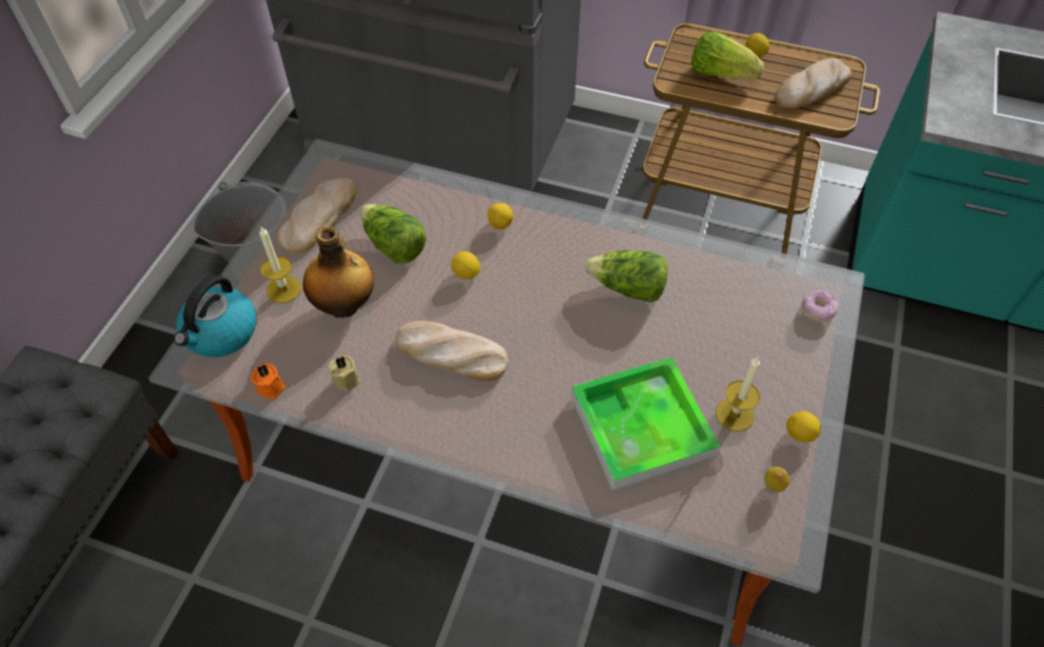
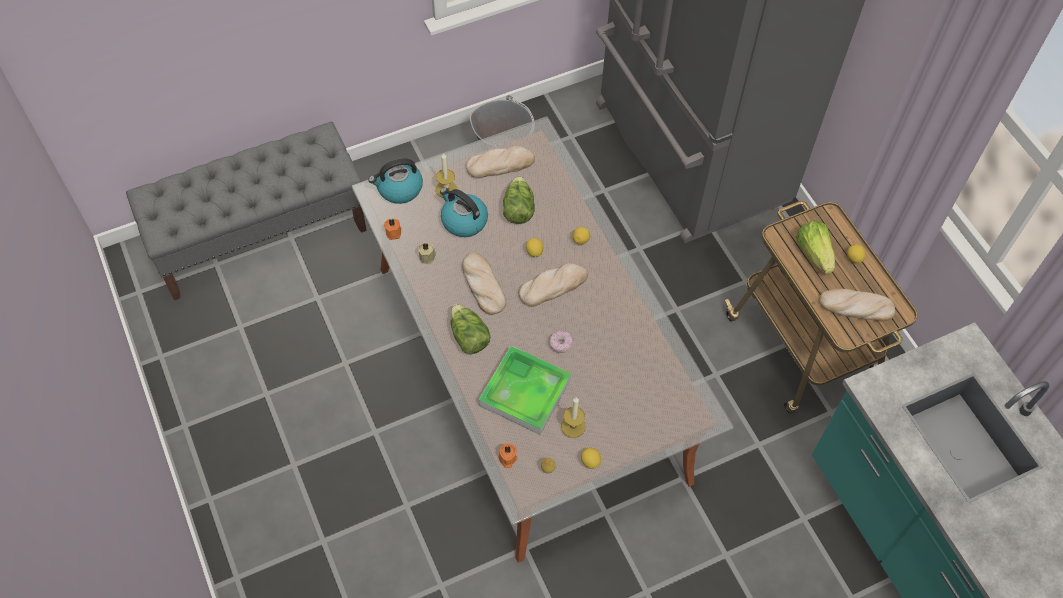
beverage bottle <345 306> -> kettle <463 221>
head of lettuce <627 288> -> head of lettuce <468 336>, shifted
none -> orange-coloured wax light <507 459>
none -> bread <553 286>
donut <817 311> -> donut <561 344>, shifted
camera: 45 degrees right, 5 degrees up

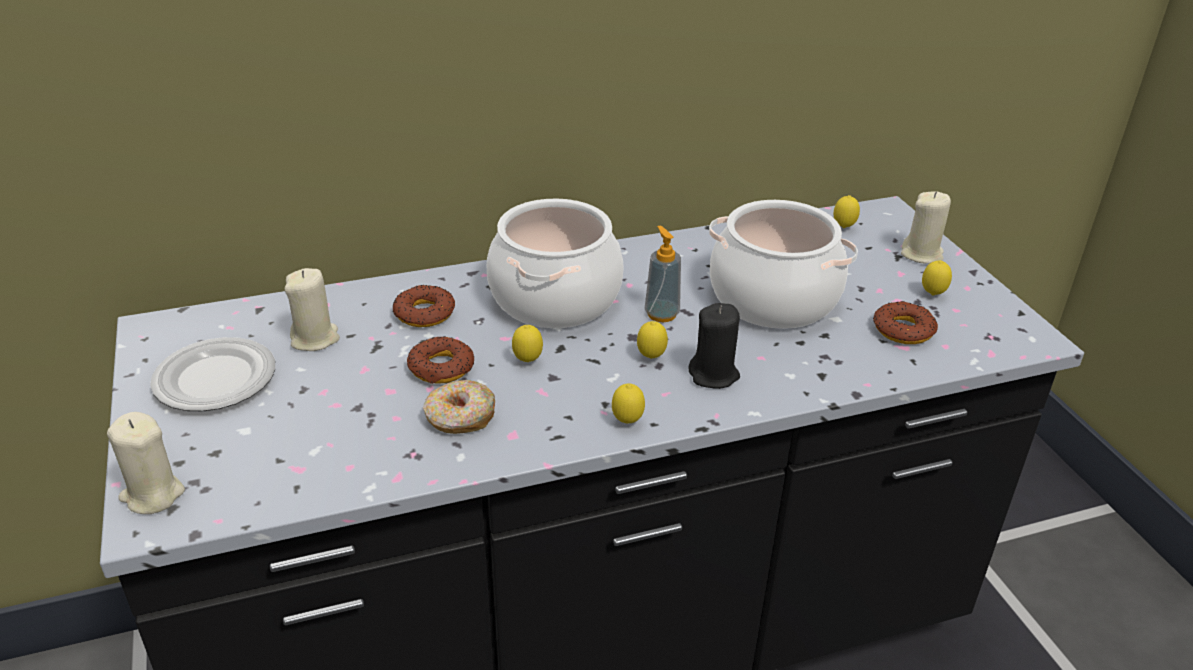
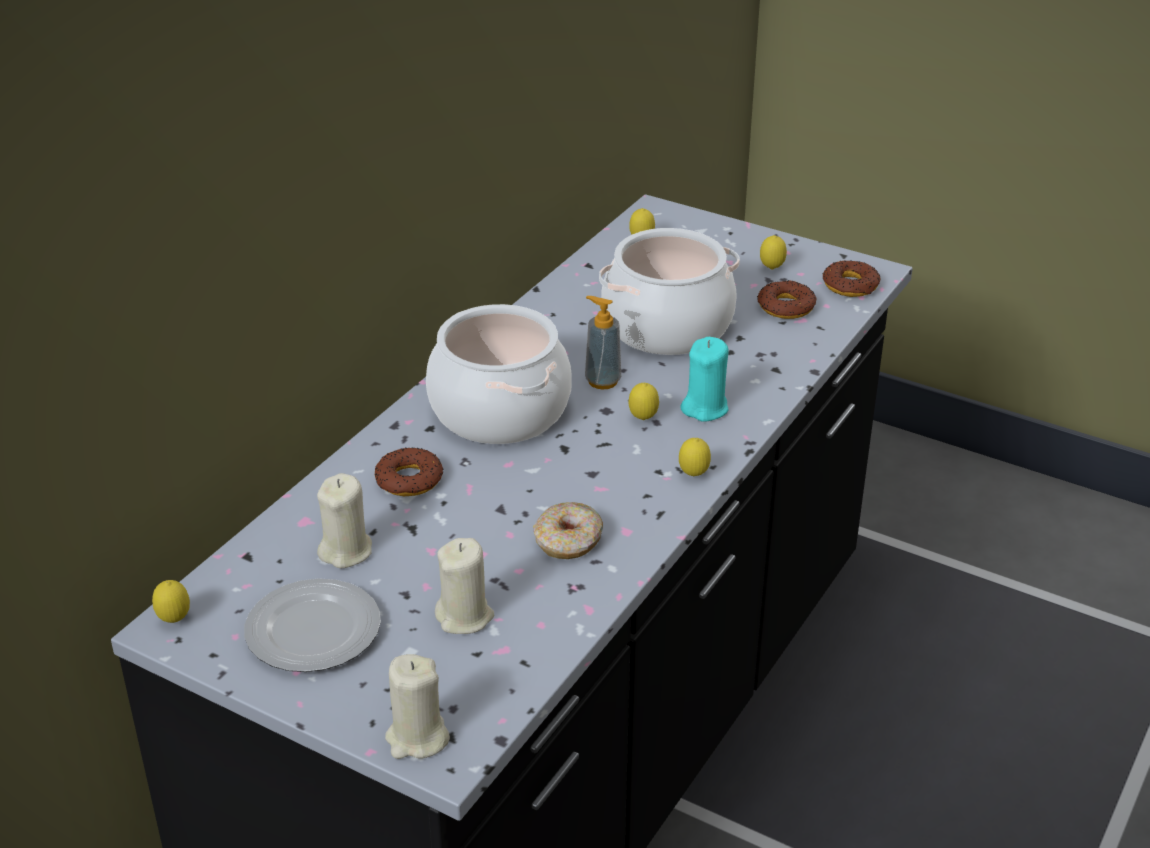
whole lemon <527 361> -> whole lemon <174 621>, shifted
sand-coloured wax light <922 254> -> sand-coloured wax light <465 616>, shifted
blackish wax light <714 375> -> turquoise wax light <705 408>
donut <441 367> -> donut <850 285>, shifted
camera: 40 degrees left, 0 degrees up

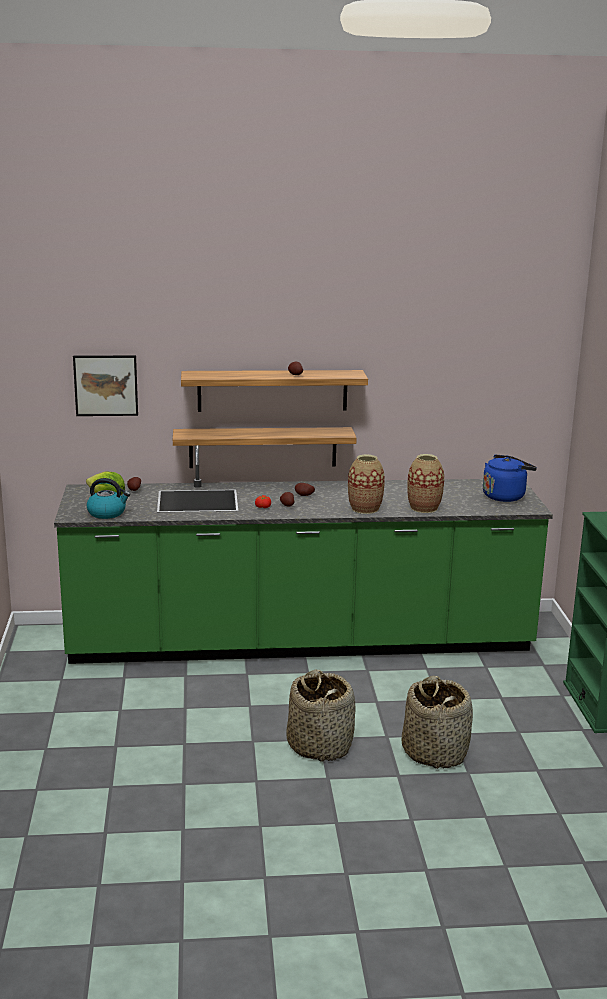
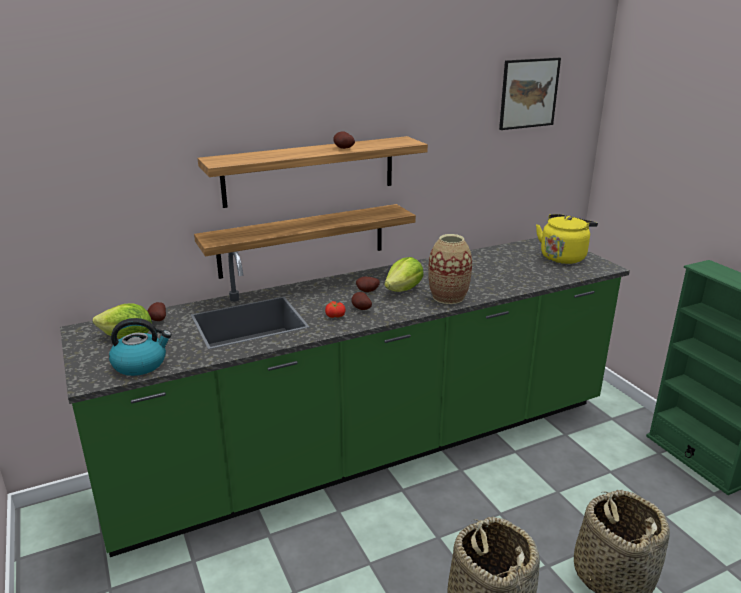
none -> head of lettuce <404 289>
picture <106 385> -> picture <529 93>, shifted
blue kettle <505 496> -> yellowish kettle <563 257>
flower vase <424 508> -> none
camera: 20 degrees left, 5 degrees up

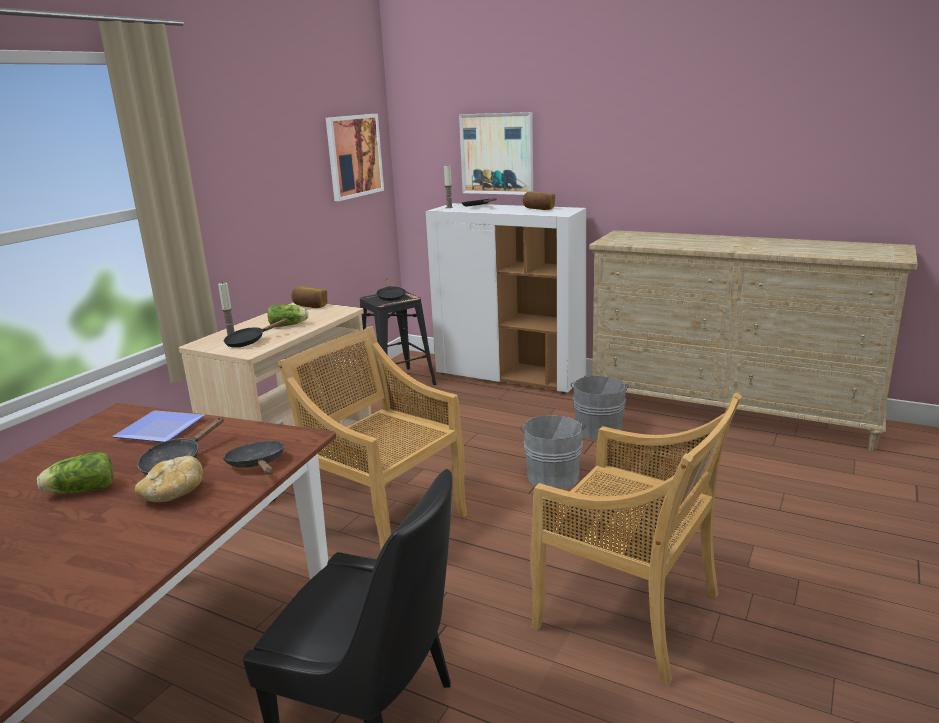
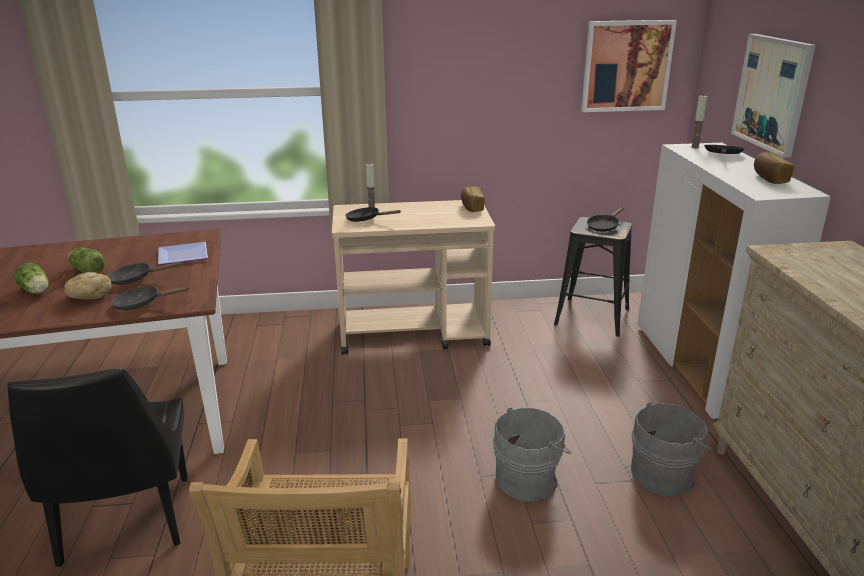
head of lettuce <289 325> -> head of lettuce <36 291>, shifted
blackish frying pan <257 464> -> blackish frying pan <142 304>, 120 degrees counterclockwise
sand-coloured upright chair <385 522> -> none
camera: 55 degrees right, 5 degrees up

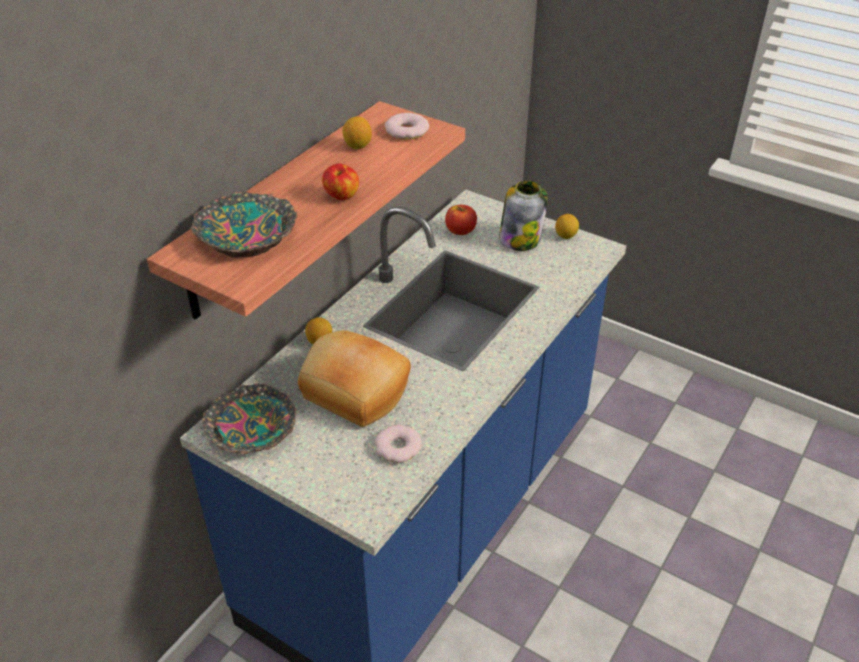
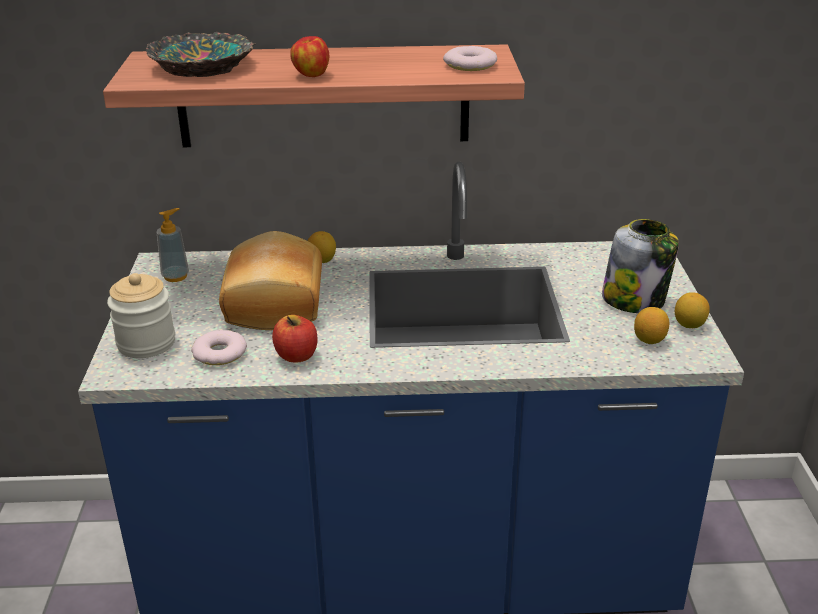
none -> storage jar <146 343>
deep dish <251 429> -> soap dispenser <175 276>
apple <460 230> -> apple <296 355>, shifted
whole lemon <357 146> -> whole lemon <649 340>, shifted
camera: 55 degrees right, 10 degrees down

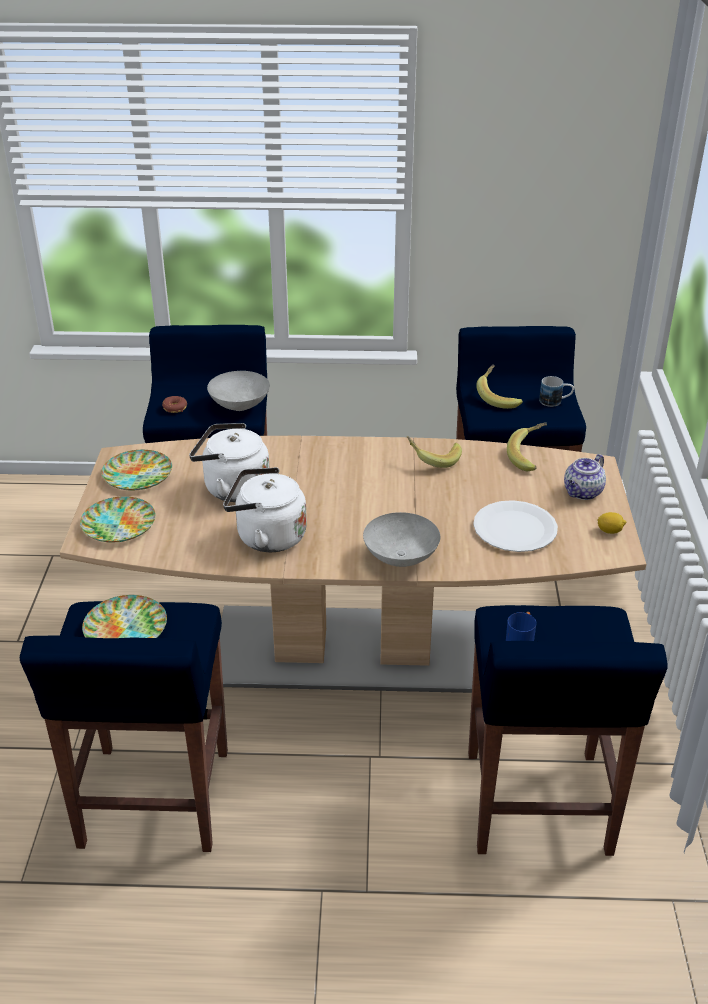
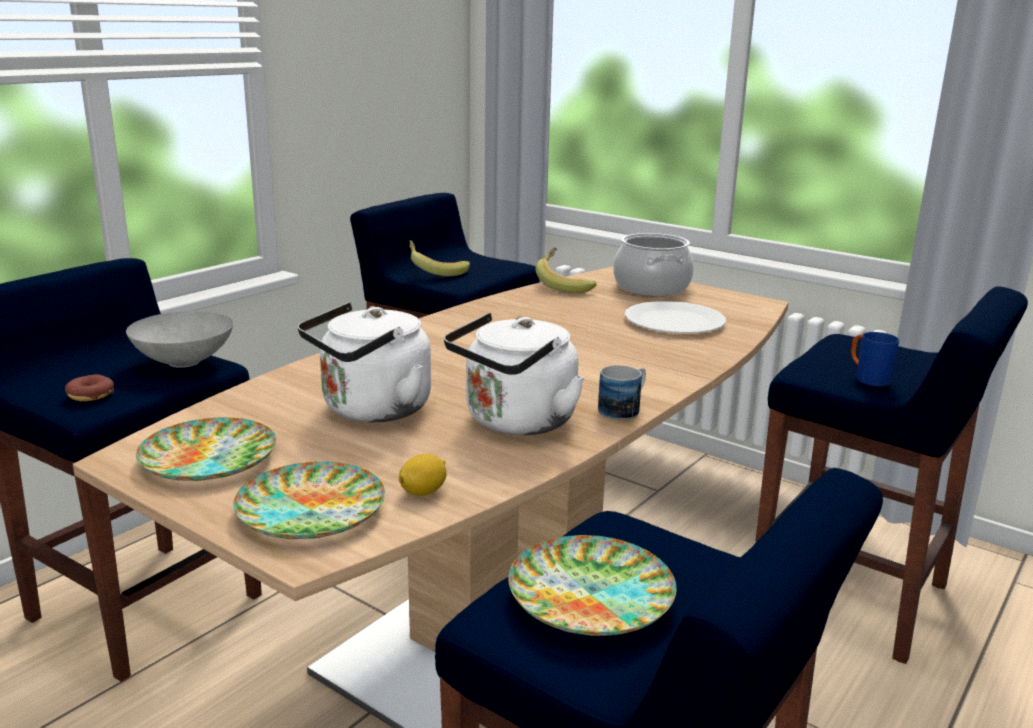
whole lemon <610 531> -> whole lemon <423 492>, shifted
tea mug <555 401> -> tea mug <624 409>, shifted
tea pot <582 493> -> cooking pot <652 288>
gray deep dish <402 558> -> none
banana fruit <433 459> -> none
camera: 55 degrees left, 15 degrees down

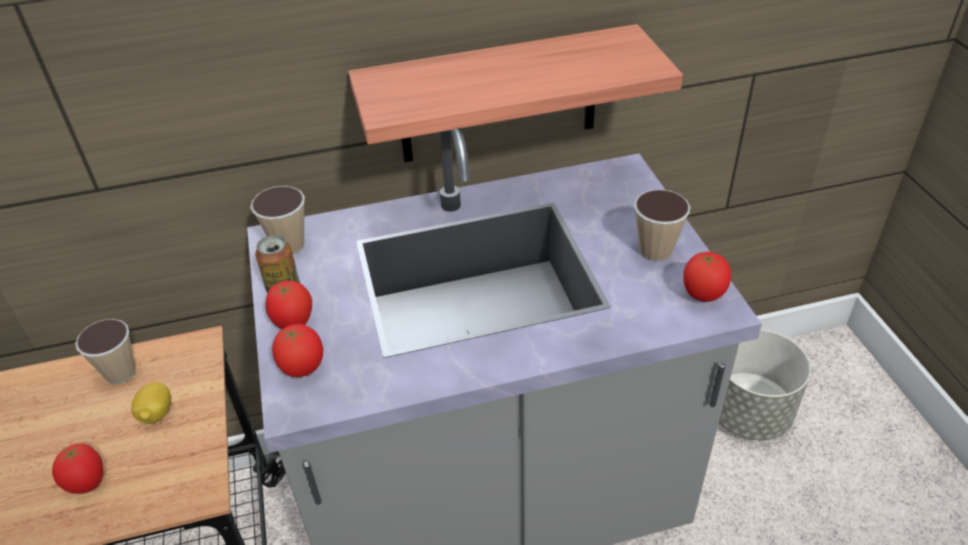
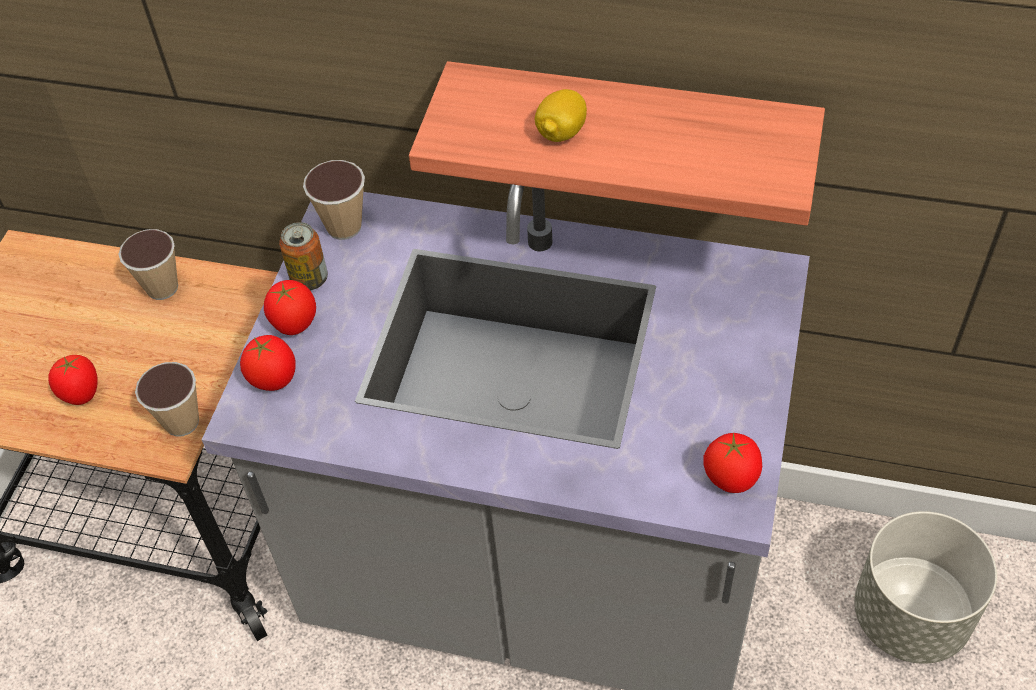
small cup <655 251> -> small cup <182 422>, shifted
whole lemon <157 414> -> whole lemon <561 133>, shifted
camera: 30 degrees right, 10 degrees up

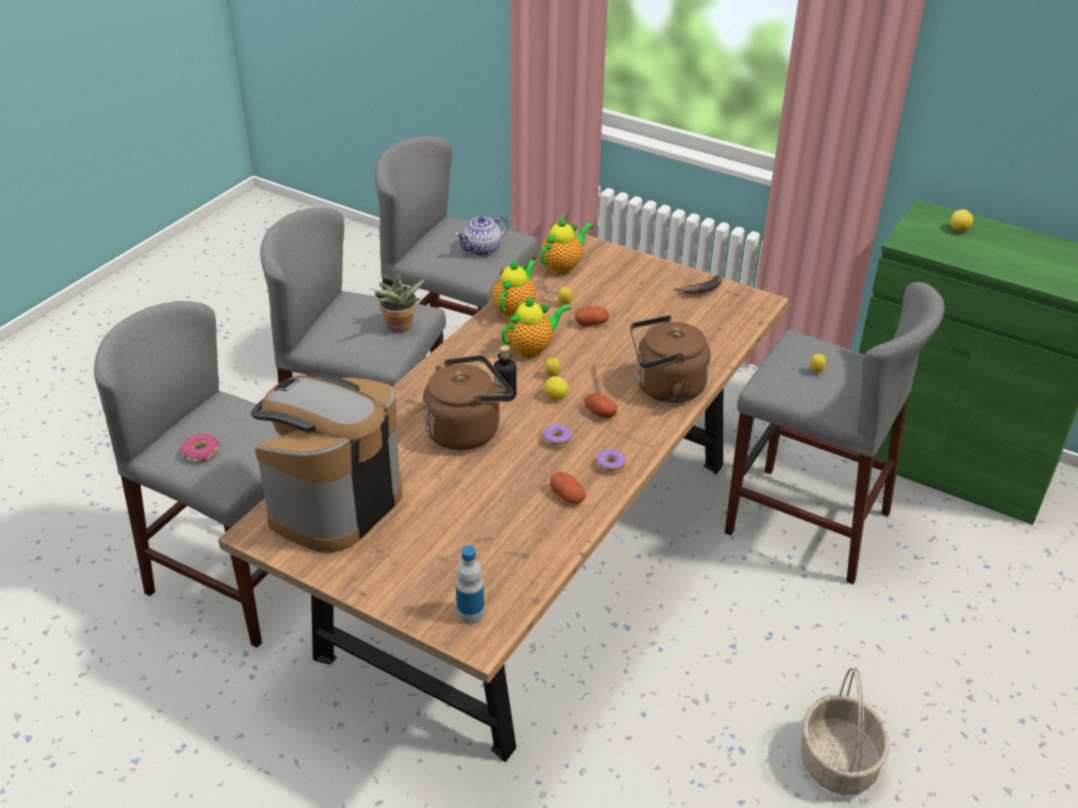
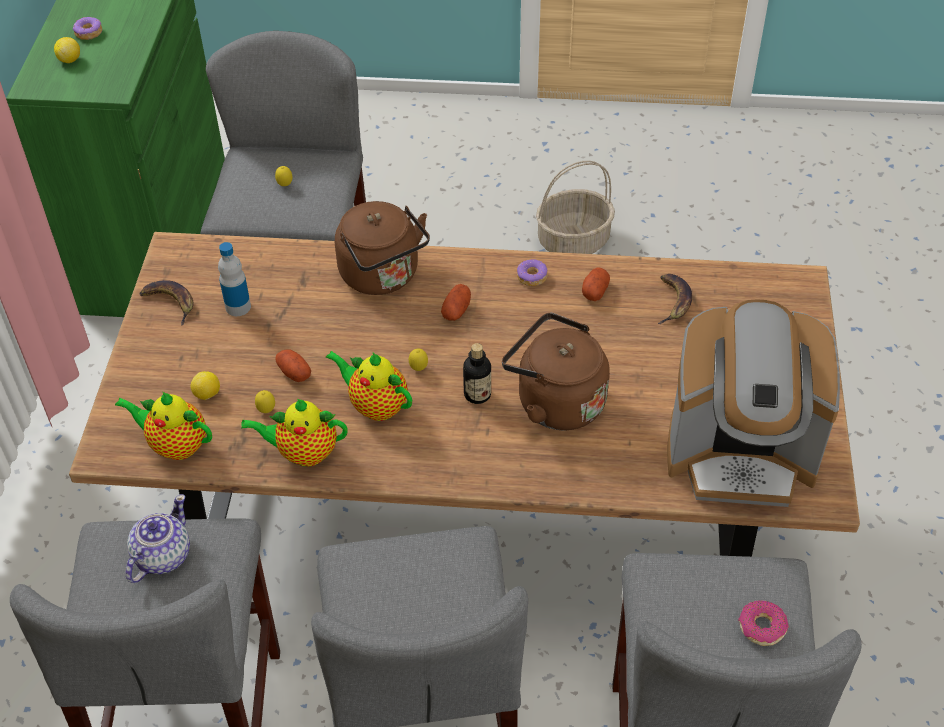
donut <557 440> -> donut <88 33>, shifted
tea pot <482 249> -> tea pot <161 556>, 90 degrees counterclockwise
whole lemon <555 397> -> whole lemon <207 395>, shifted
beverage bottle <470 613> -> beverage bottle <238 307>, shifted
none -> banana fruit <673 301>
houseplant <399 328> -> none
camera: 115 degrees left, 10 degrees up

